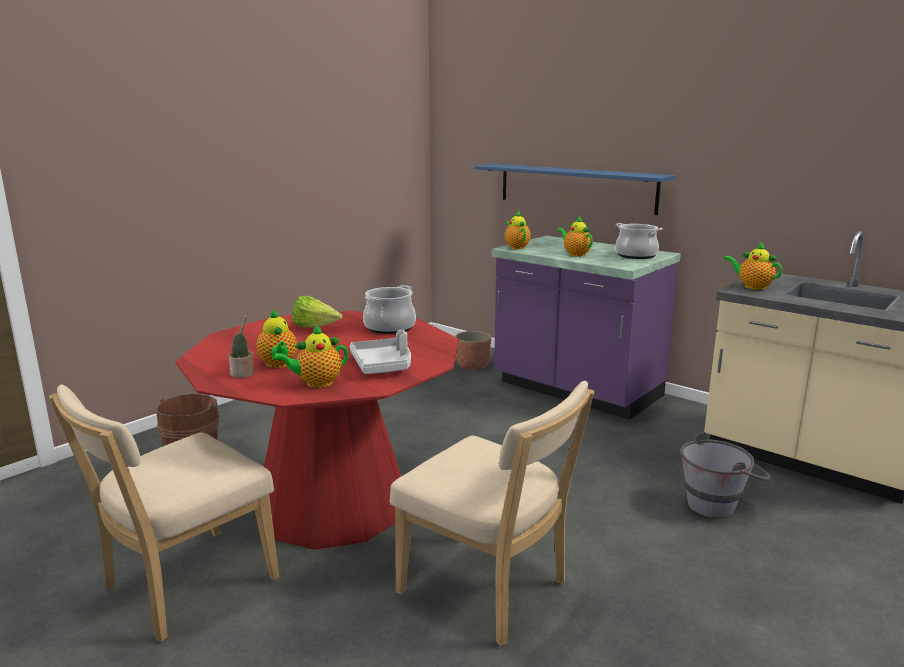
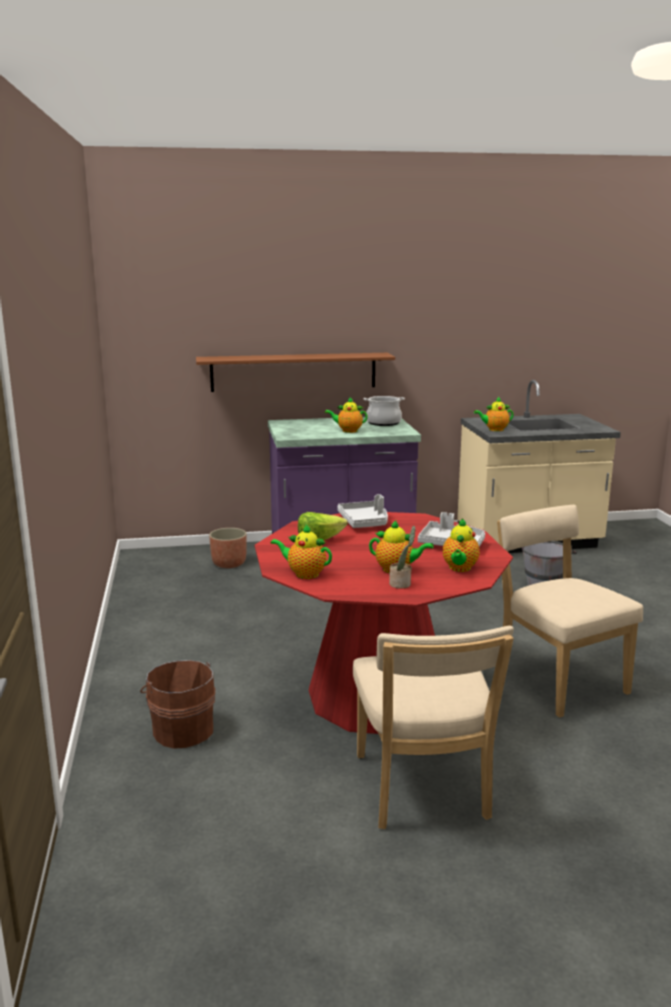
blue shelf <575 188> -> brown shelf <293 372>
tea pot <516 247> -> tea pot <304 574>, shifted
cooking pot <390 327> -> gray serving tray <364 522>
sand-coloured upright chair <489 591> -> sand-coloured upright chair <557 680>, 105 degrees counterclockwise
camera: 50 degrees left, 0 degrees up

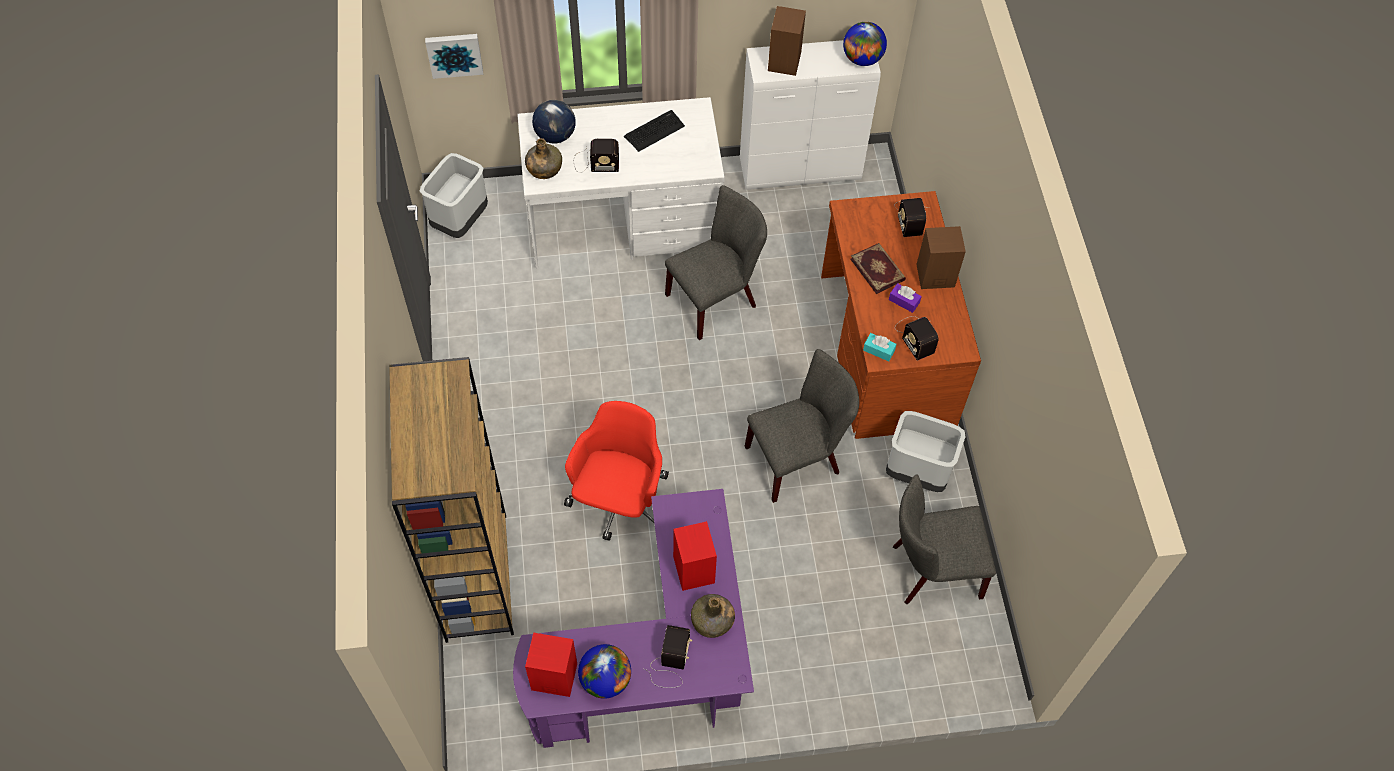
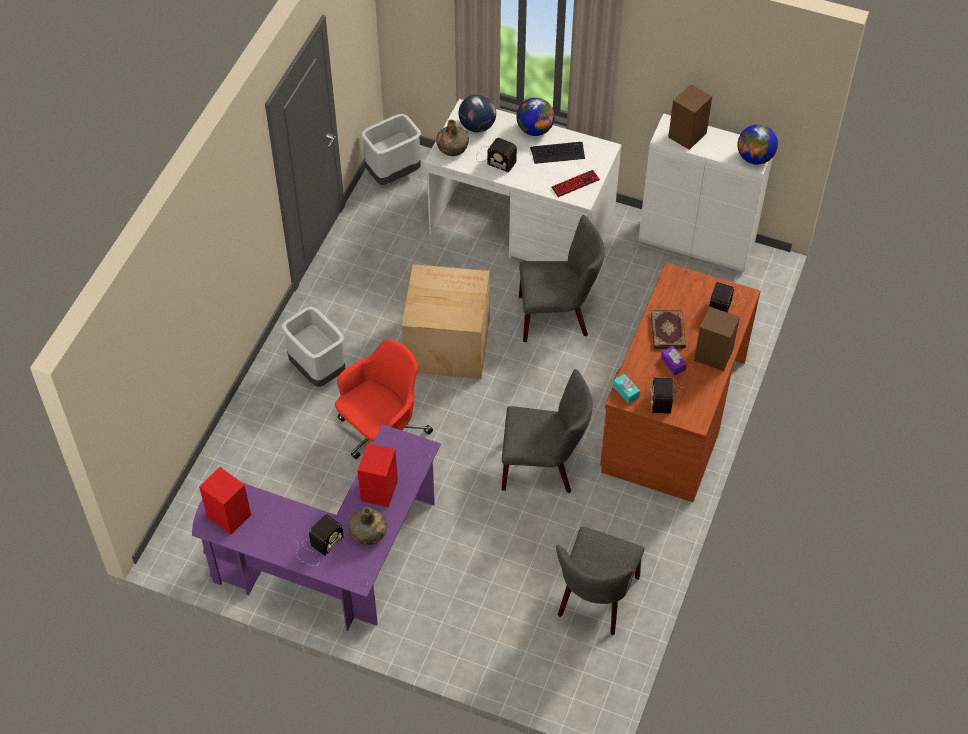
gray rubbish bin <917 473> -> gray rubbish bin <318 370>, shifted
none -> carton <446 343>
world globe <605 680> -> world globe <535 130>, shifted
none -> computer keyboard <575 184>
gray upright chair <930 571> -> gray upright chair <595 600>, 90 degrees counterclockwise
brown bookshelf <475 576> -> none
picture <454 54> -> none
camera: 30 degrees right, 5 degrees down

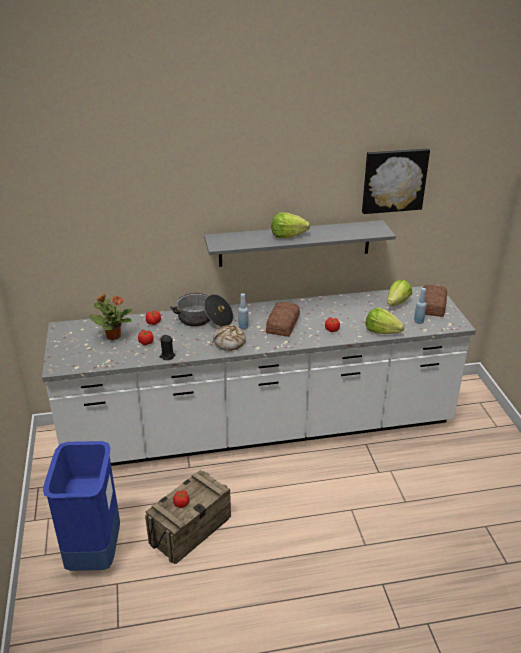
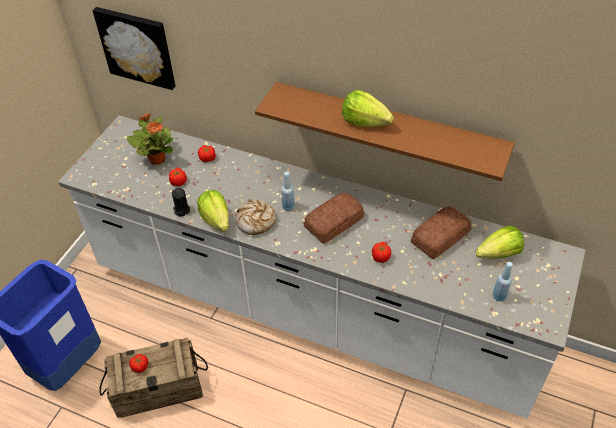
picture <394 180> -> picture <137 47>, shifted
head of lettuce <382 331> -> head of lettuce <216 219>, shifted
gray shelf <295 243> -> brown shelf <388 129>
bread <431 305> -> bread <439 236>, shifted
cooking pot <204 320> -> none
camera: 35 degrees right, 15 degrees up

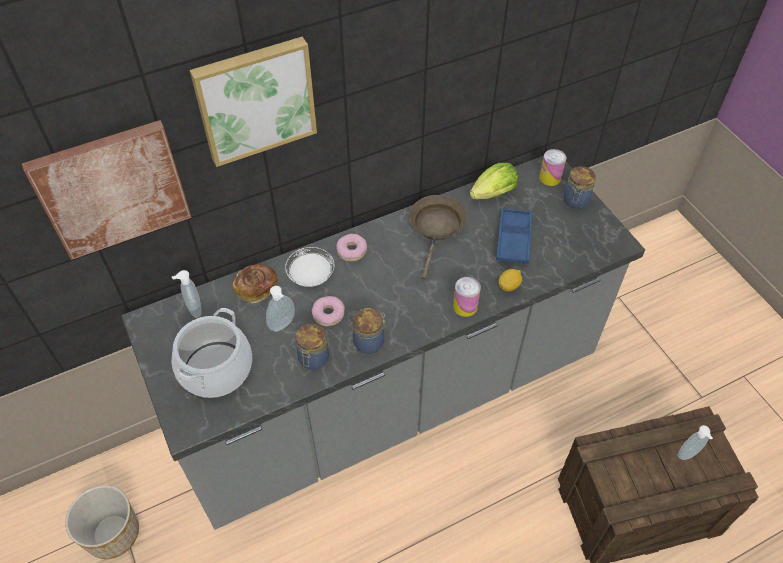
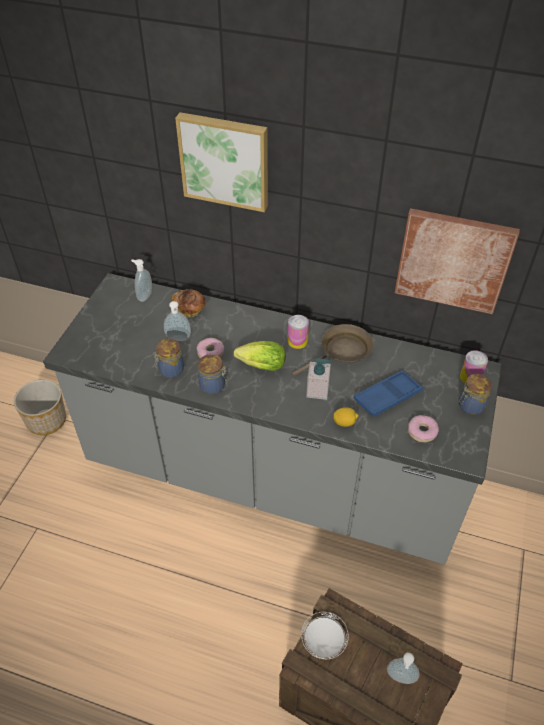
head of lettuce <490 195> -> head of lettuce <259 366>, shifted
can <465 306> -> can <297 341>, shifted
whitish plate <311 276> -> whitish plate <323 641>, shifted
none -> soap dispenser <317 390>
picture <112 189> -> picture <453 260>, shifted
donut <351 250> -> donut <422 431>, shifted
cooking pot <215 369> -> none
camera: 45 degrees right, 5 degrees down

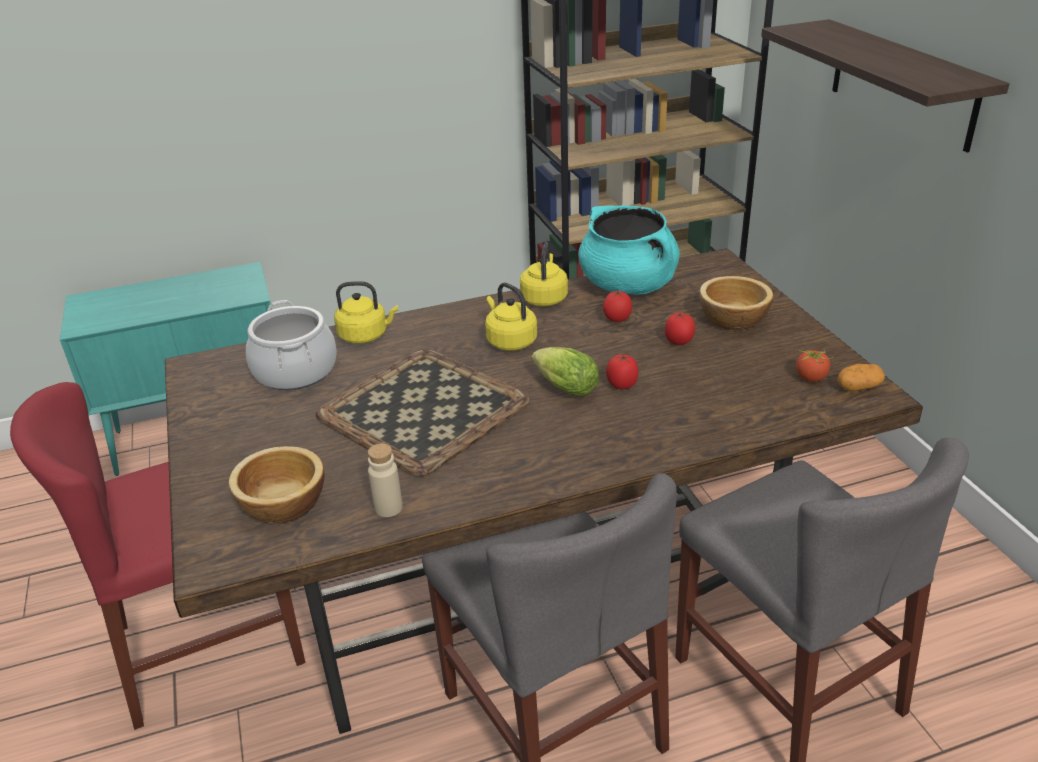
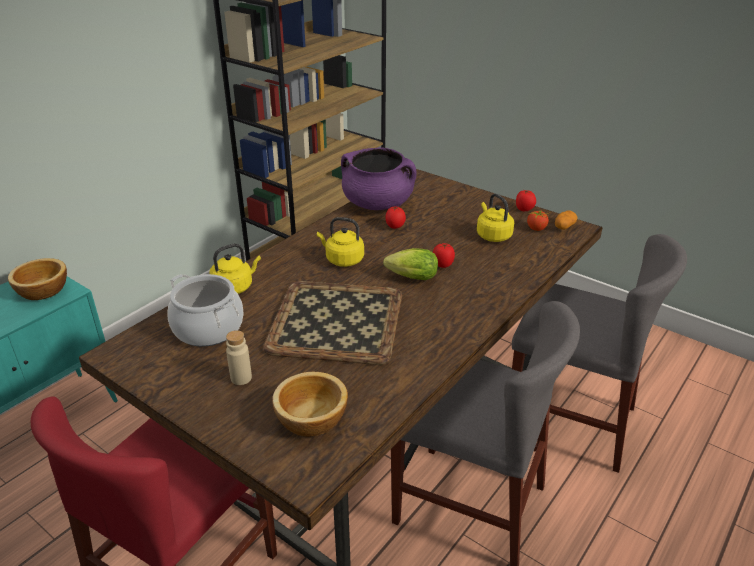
deep dish <732 319> -> deep dish <42 291>, shifted
sand-coloured beverage bottle <388 507> -> sand-coloured beverage bottle <241 378>, shifted
turquoise cooking pot <628 285> -> purplish cooking pot <378 204>
yellowish kettle <544 298> -> yellowish kettle <492 235>, shifted
fresh tomato <679 342> -> fresh tomato <524 209>, shifted
shelf <902 83> -> none
camera: 35 degrees left, 0 degrees up

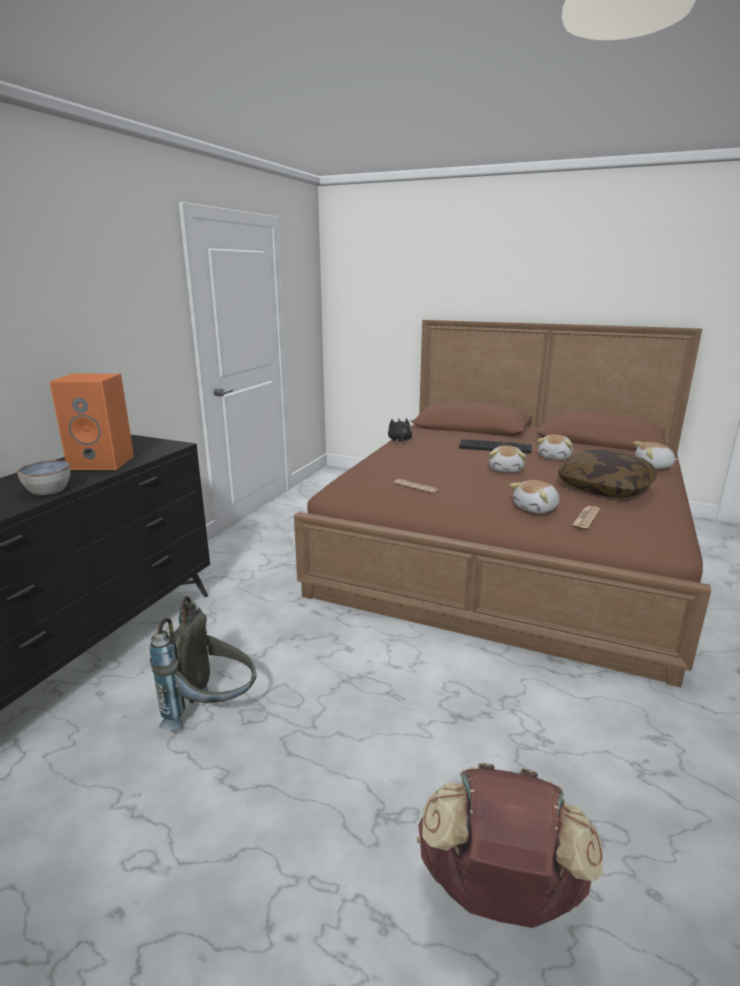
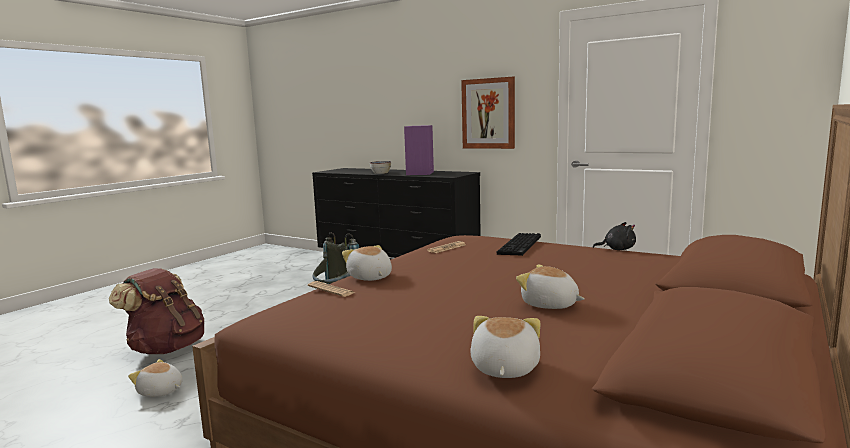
soft toy <506 469> -> soft toy <160 392>, shifted
orange-coloured audio speaker <103 462> -> purplish audio speaker <420 173>
none -> picture <488 113>
computer keyboard <495 447> -> computer keyboard <521 246>, shifted
pillow <604 488> -> none
camera: 100 degrees right, 10 degrees down

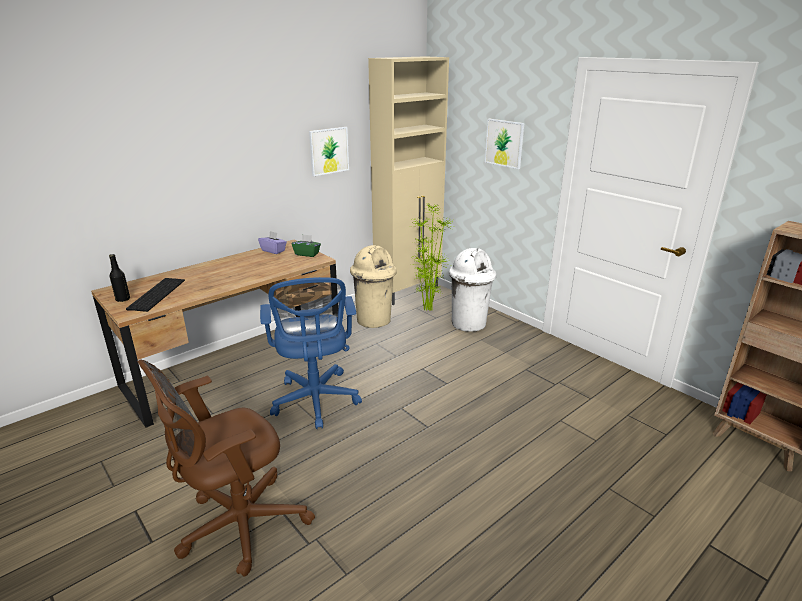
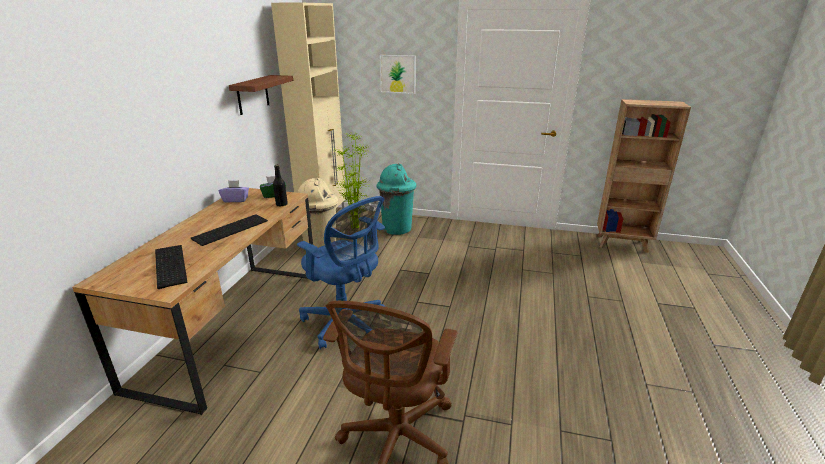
none -> computer keyboard <230 229>
picture <329 151> -> brown shelf <253 94>
blackish beverage bottle <123 299> -> blackish beverage bottle <281 204>, shifted
whitish rubbish bin <469 323> -> turquoise rubbish bin <397 228>
camera: 35 degrees left, 0 degrees up

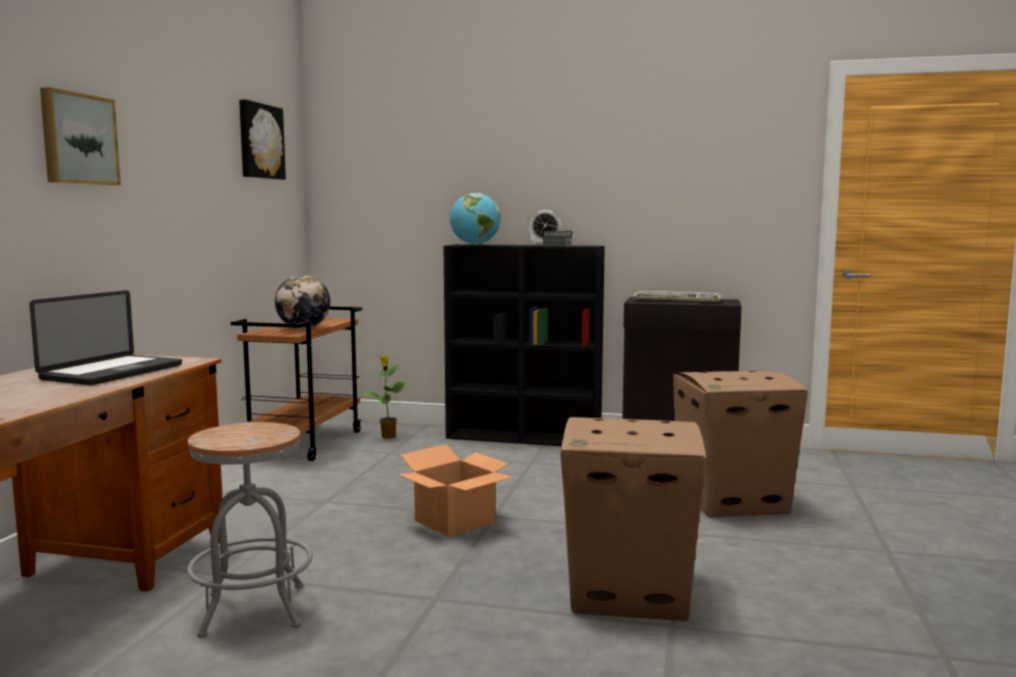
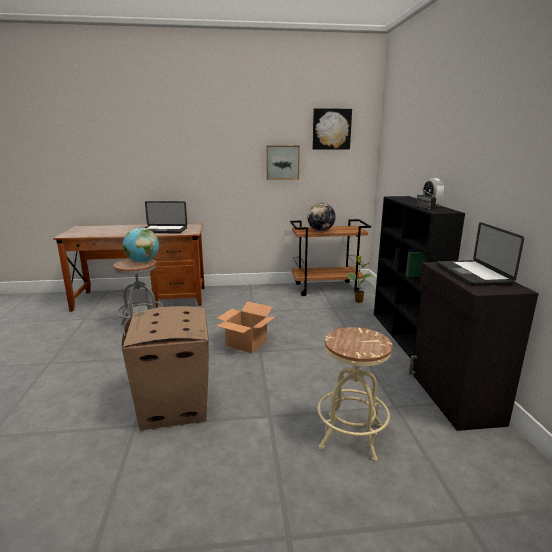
world globe <475 244> -> world globe <142 261>, shifted
picture <78 139> -> picture <282 162>, shifted
carton <733 501> -> sand-coloured sitting stool <351 436>
computer keyboard <677 300> -> notebook computer <472 274>
camera: 70 degrees right, 10 degrees up

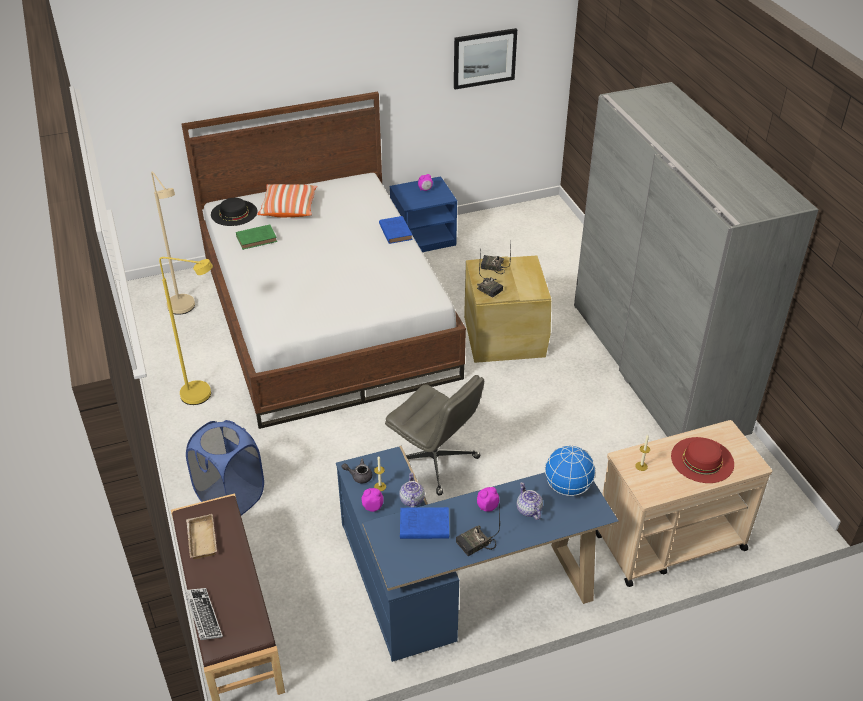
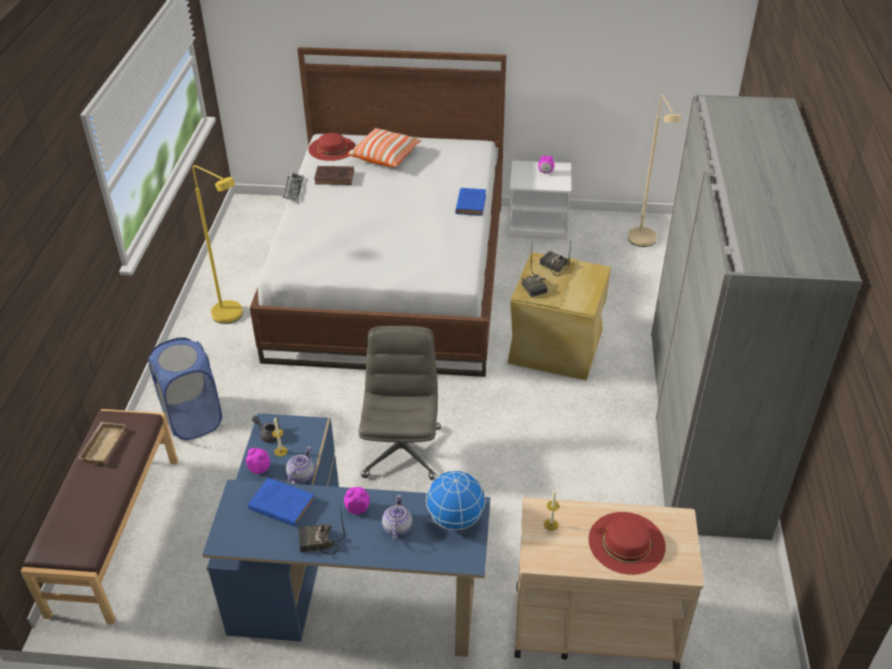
computer keyboard <203 616> -> computer keyboard <293 189>, shifted
blackish hat <234 213> -> red hat <332 148>
green-coloured volume <257 239> -> brown volume <335 177>
gray desk chair <435 462> -> gray desk chair <401 451>, 150 degrees counterclockwise
blue bedside table <423 238> -> whitish bedside table <538 224>
sand-coloured floor lamp <184 310> -> sand-coloured floor lamp <644 243>, shifted
picture <484 58> -> none
camera: 25 degrees right, 0 degrees up

